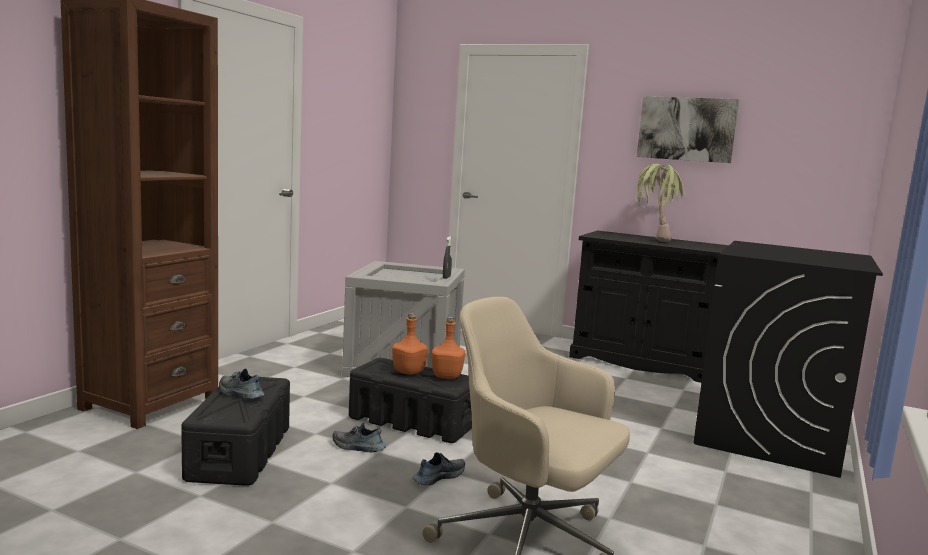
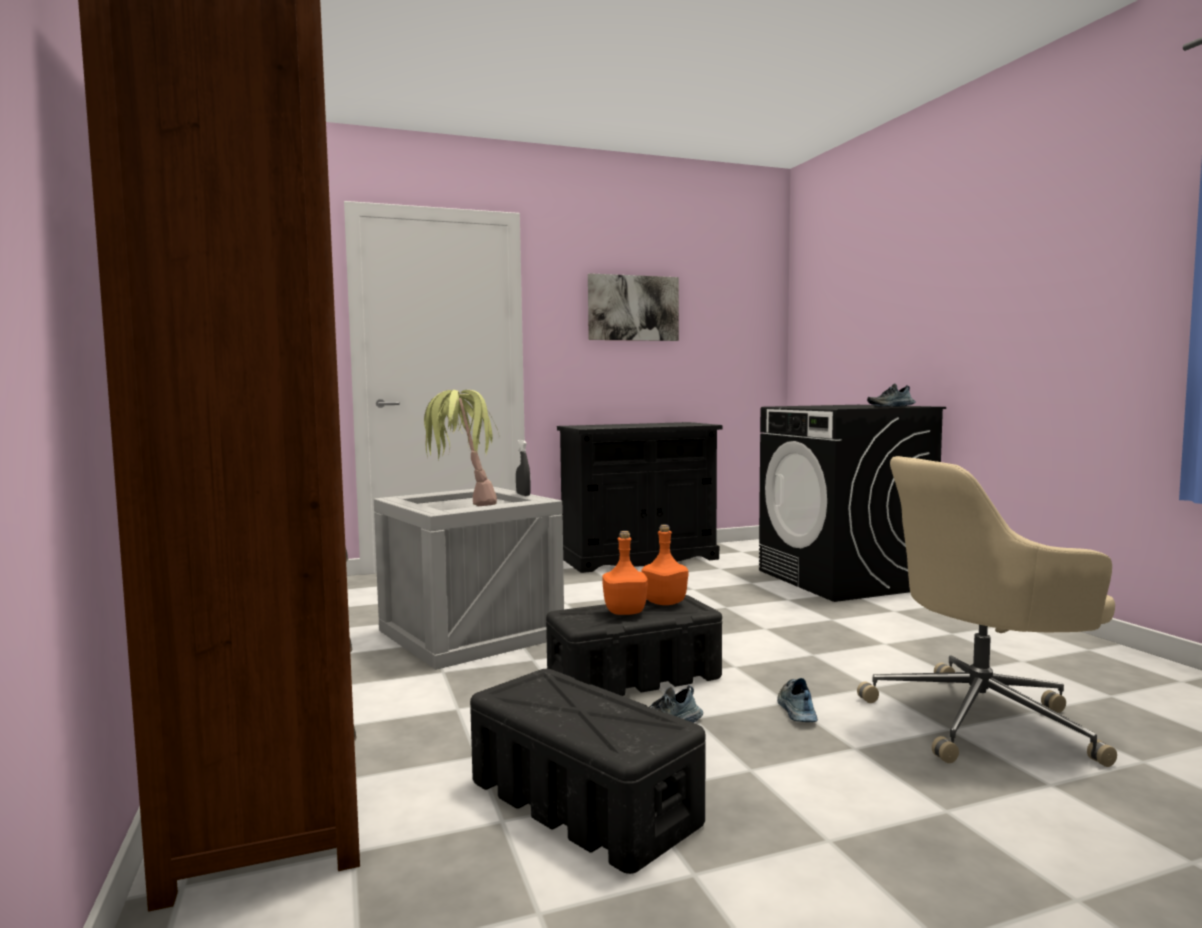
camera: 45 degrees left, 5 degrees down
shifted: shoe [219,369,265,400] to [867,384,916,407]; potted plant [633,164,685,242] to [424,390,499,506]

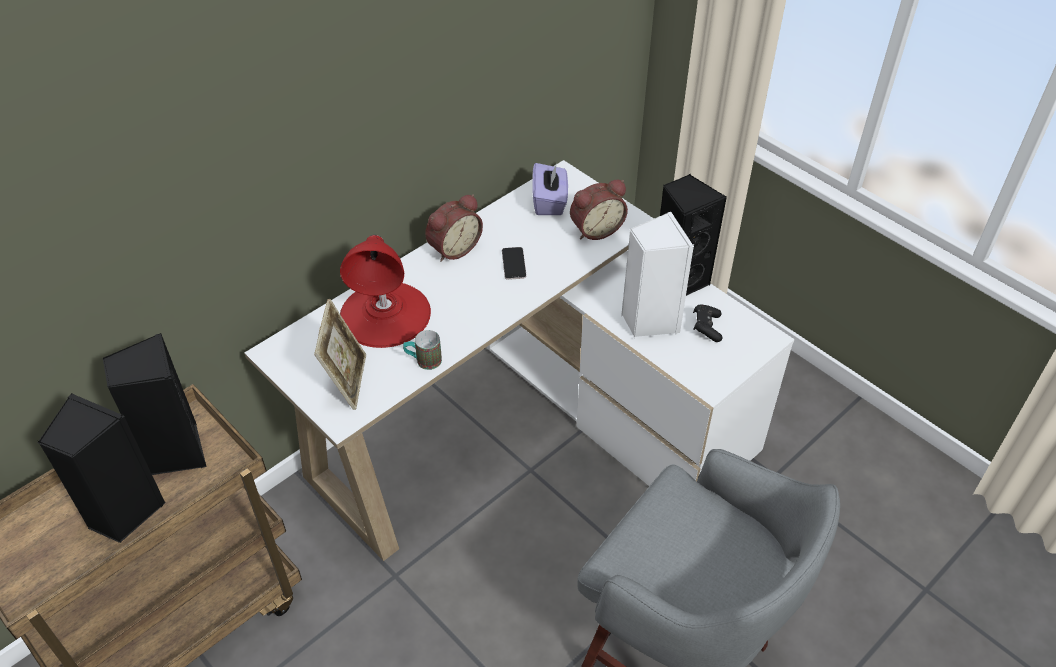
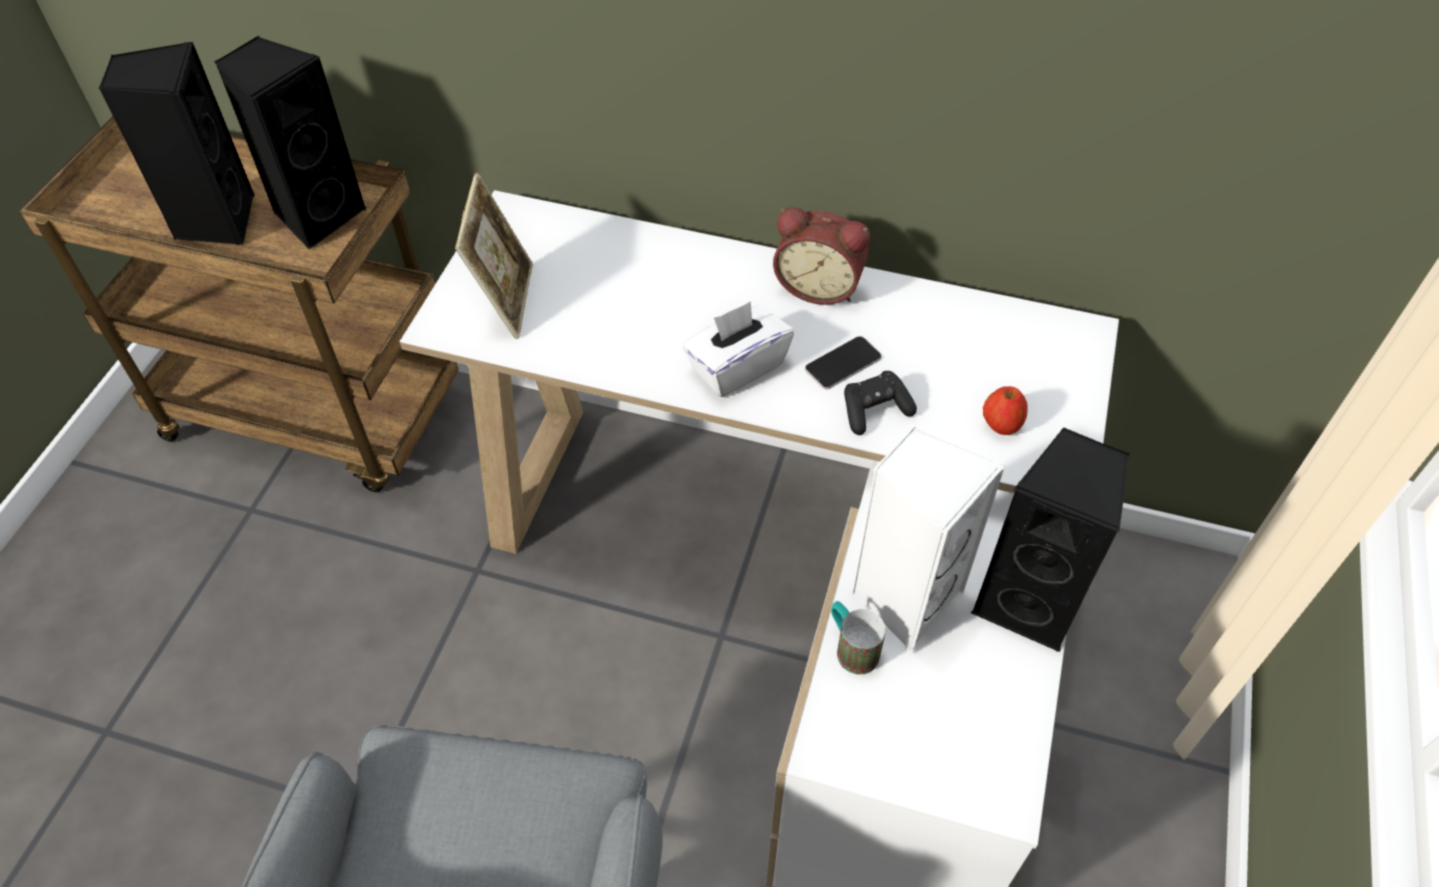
camera: 60 degrees right, 5 degrees up
gone: red table lamp [340,235,431,348]; purple tissue box [532,163,568,215]
new: white tissue box [683,301,794,397]
shifted: mug [403,330,442,370] to [831,601,886,675]; black game controller [693,304,722,342] to [844,371,917,435]
swapped: alarm clock [570,179,628,240] to apple [983,386,1027,435]
rotated: picture frame [314,299,366,410] = [455,173,533,339] 60 degrees counterclockwise

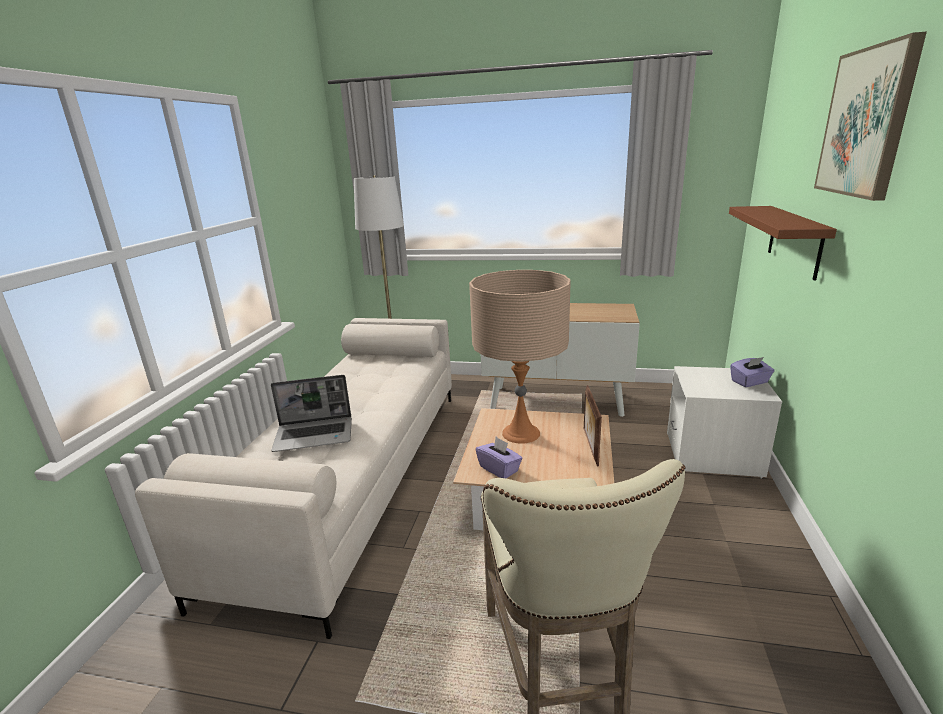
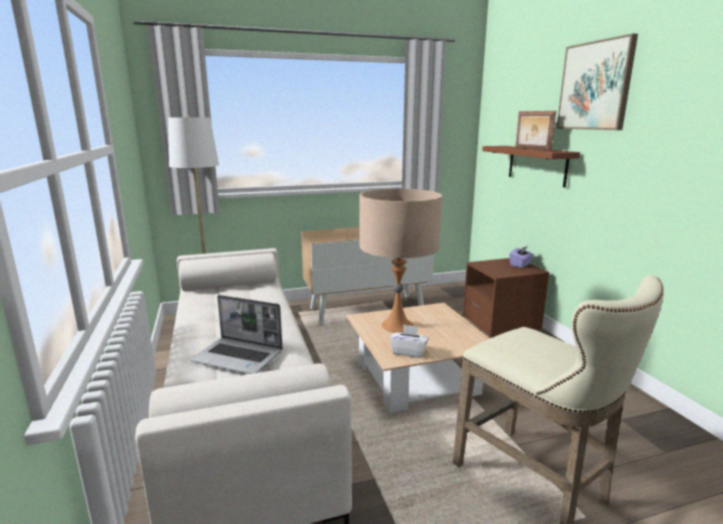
camera: 30 degrees left, 5 degrees down
shifted: picture frame [584,385,602,466] to [515,111,556,151]
repainted: purple tissue box [476,437,523,478] to white tissue box [390,325,429,358]; white nightstand [667,366,782,478] to brown nightstand [463,258,549,337]
rotated: laptop [271,375,352,452] = [190,295,283,374] 60 degrees clockwise

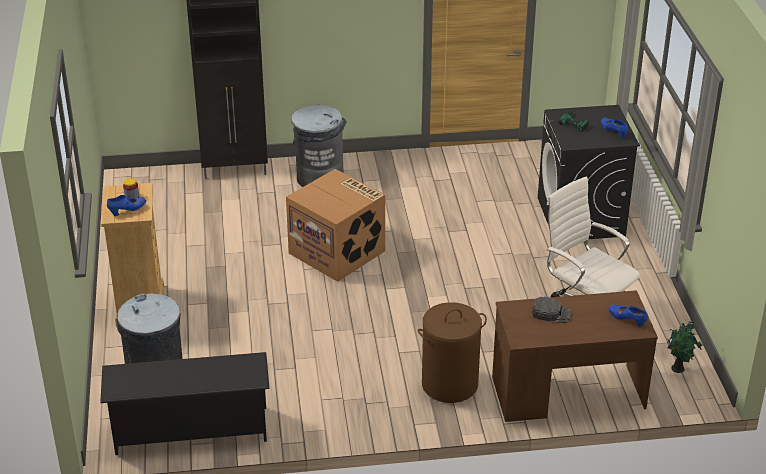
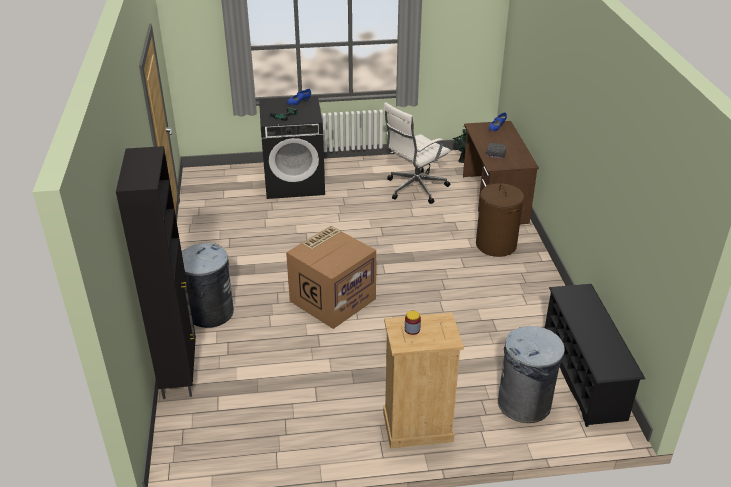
camera: 90 degrees left, 0 degrees up
gone: blue shoe [107,195,146,216]

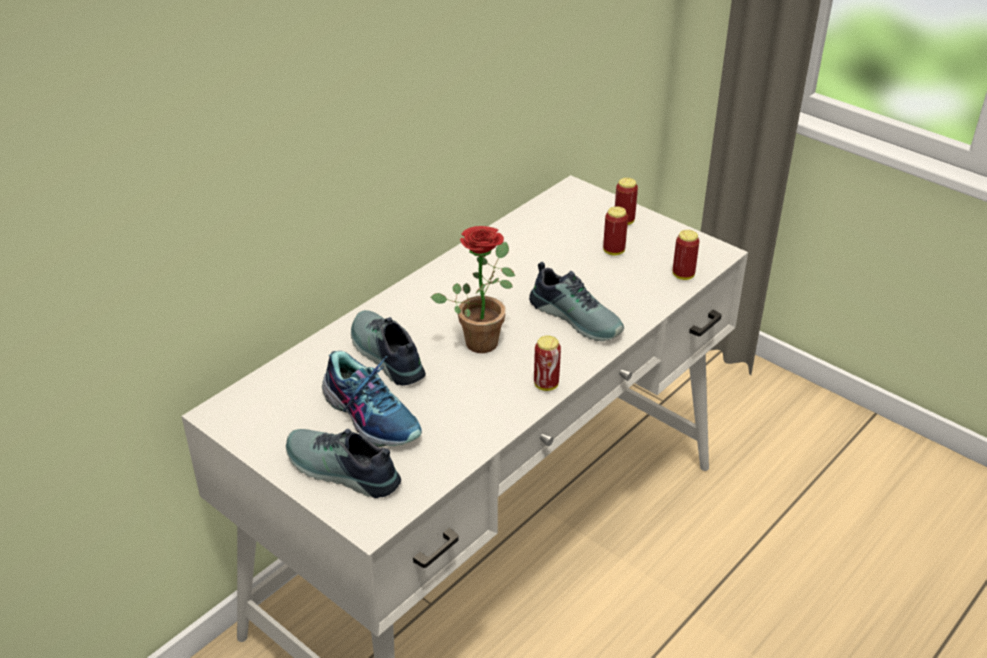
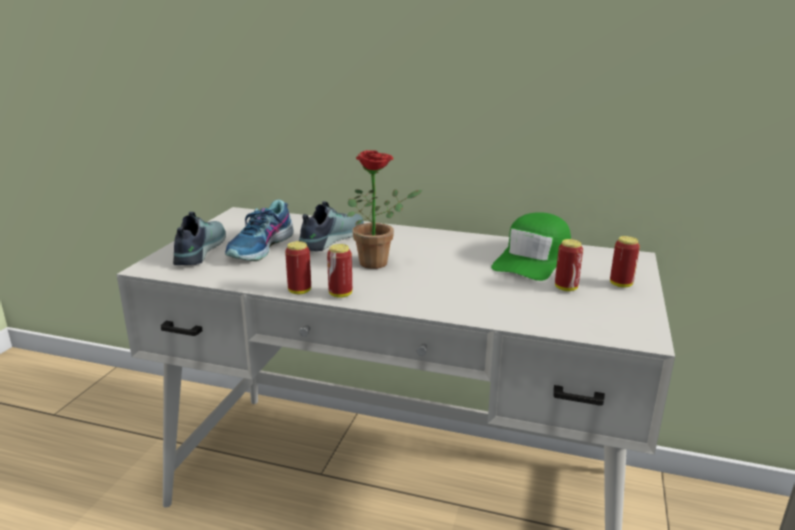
camera: 65 degrees right, 15 degrees down
gone: shoe [529,262,624,341]
new: green cap [491,212,571,281]
shifted: can [673,230,700,280] to [285,241,311,294]

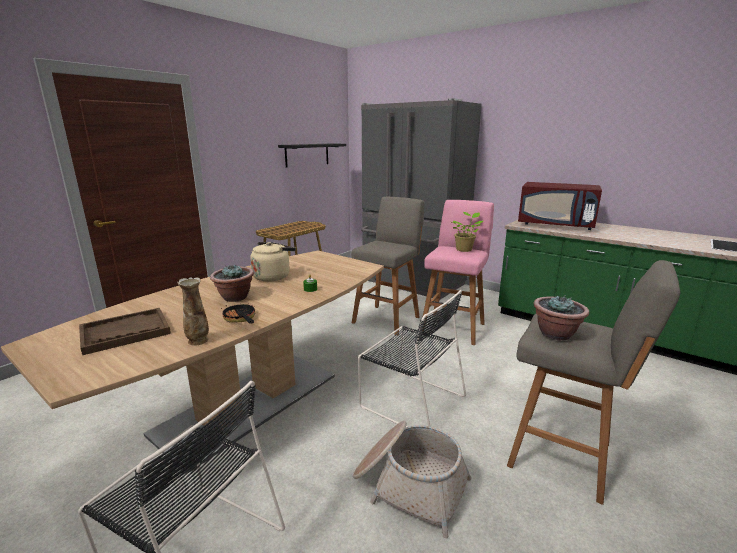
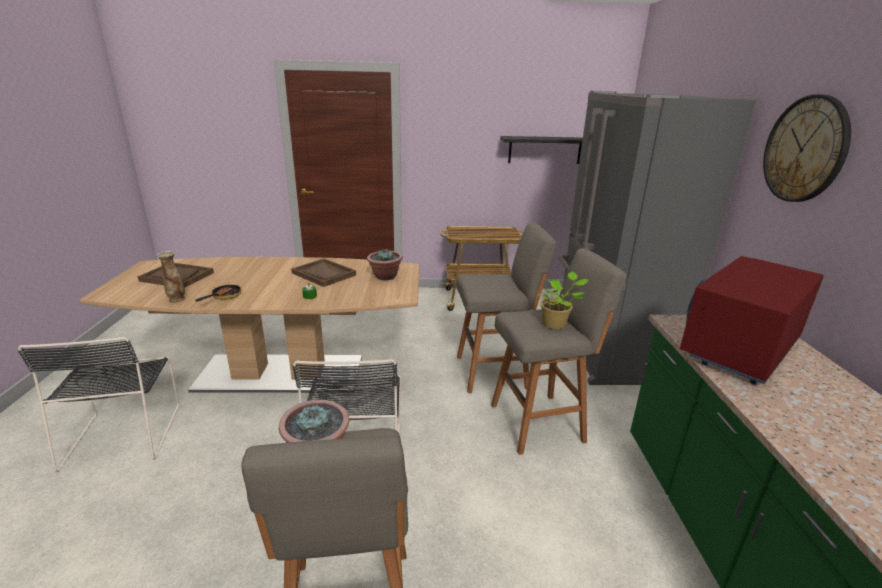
camera: 50 degrees right, 5 degrees up
gone: basket [353,421,471,538]
new: wall clock [763,94,851,202]
shifted: potted plant [210,265,254,302] to [367,248,403,280]
swapped: beige kettle [250,242,296,282] to brown tray [291,259,356,287]
repainted: pink stool [423,200,494,345] to grey stool [491,248,627,455]
rotated: red microwave [518,182,602,230] = [680,256,824,384] 60 degrees clockwise

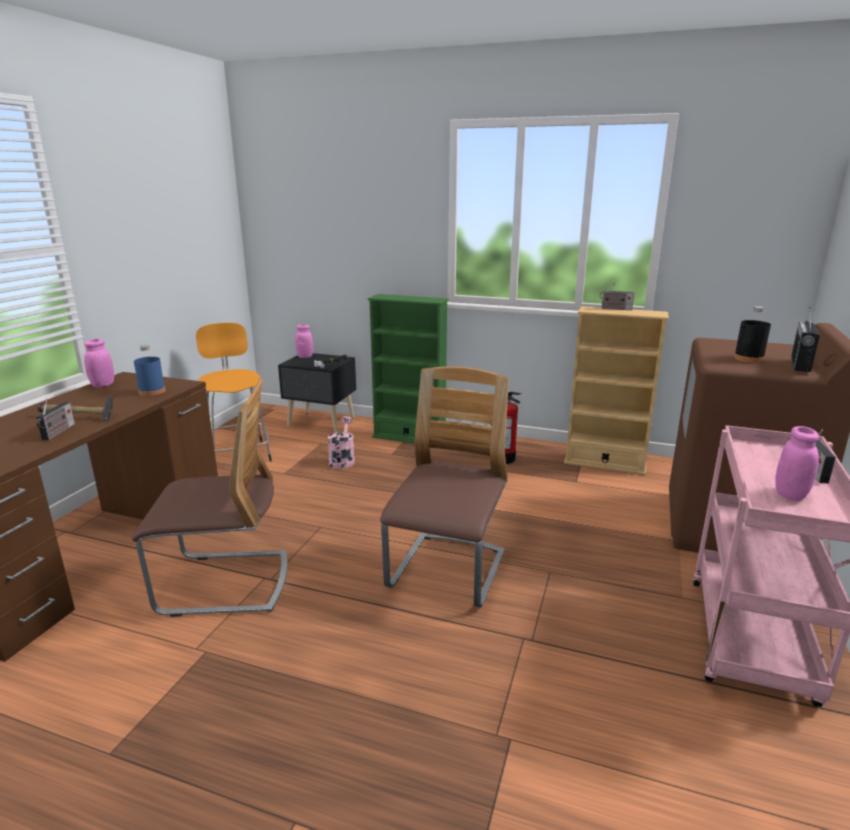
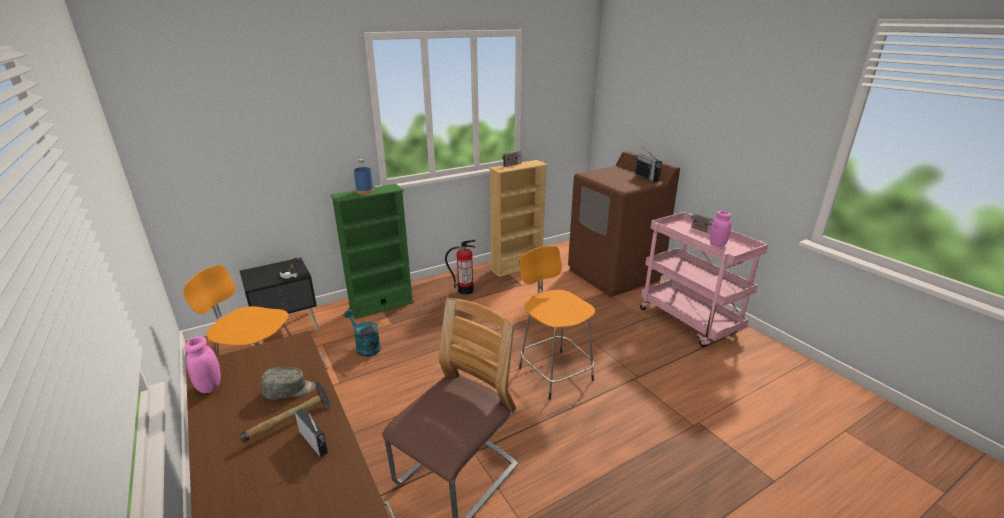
camera: 50 degrees left, 5 degrees up
gone: pink jar [295,324,313,358]; black bottle [734,306,771,363]
new: grey cap [261,367,316,399]
shifted: blue bottle [134,345,166,396] to [354,159,374,194]
swapped: chair [380,367,509,608] to orange stool [519,246,595,400]
repainted: pink watering can [328,416,355,469] to turquoise watering can [343,309,381,357]

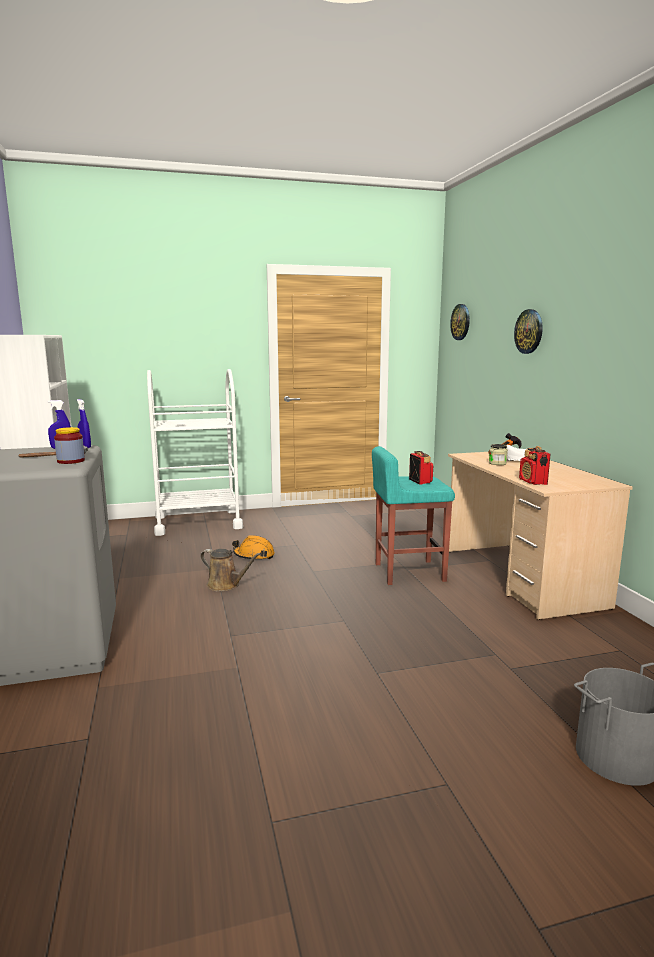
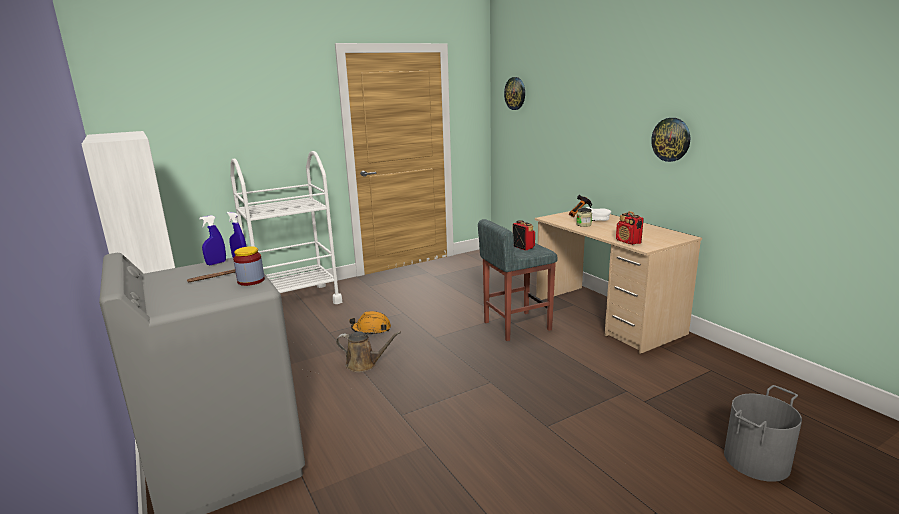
camera: 15 degrees left, 5 degrees up
shifted: wall clock [514,309,543,354] to [651,118,690,162]
repainted: turquoise stool [372,446,455,585] to grey stool [478,219,558,341]

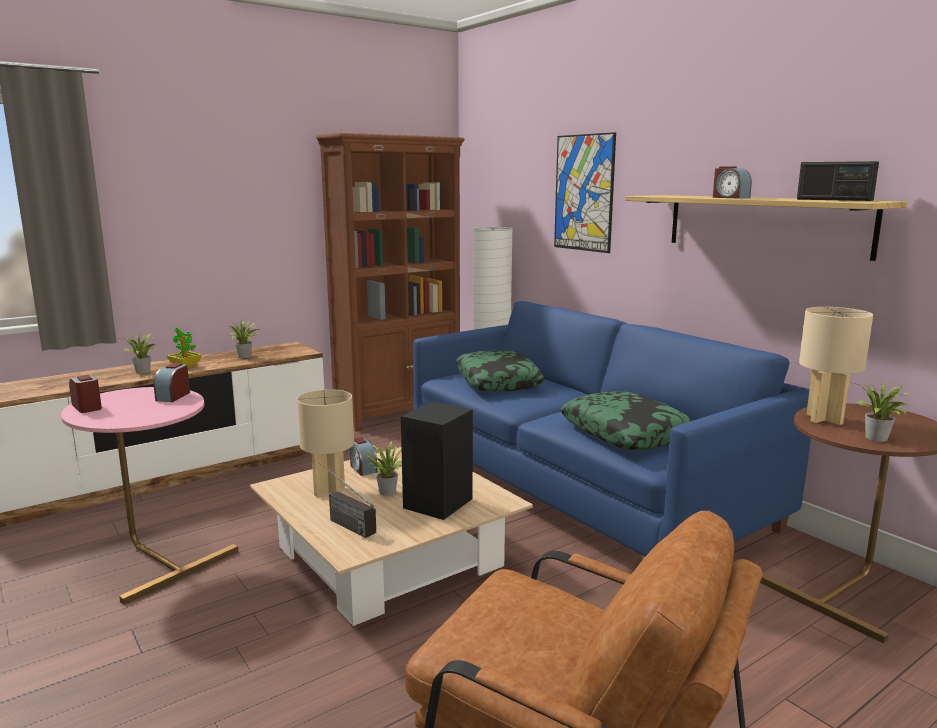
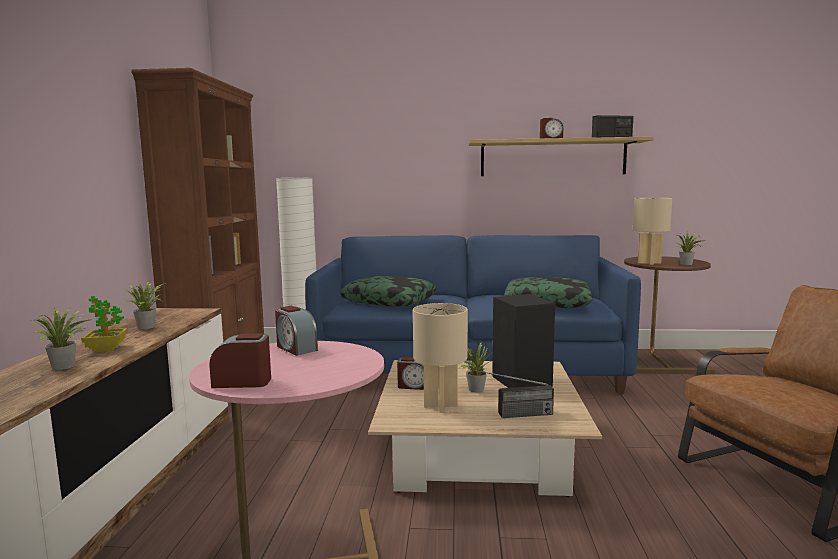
camera: 50 degrees left, 5 degrees down
gone: picture [554,132,616,253]

